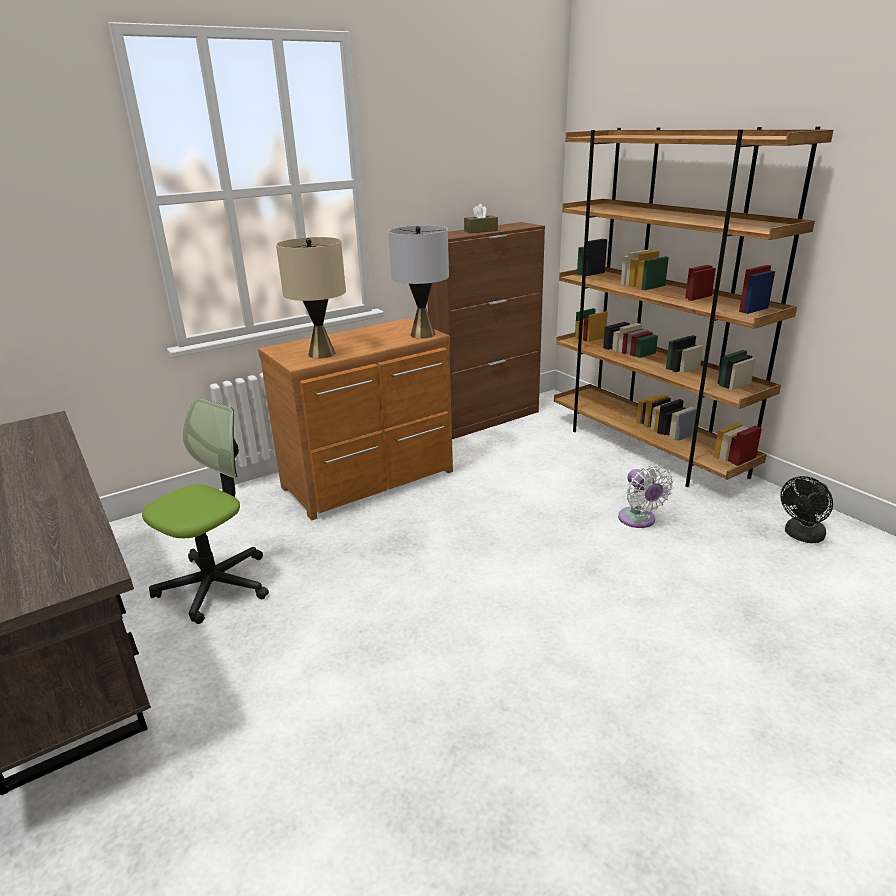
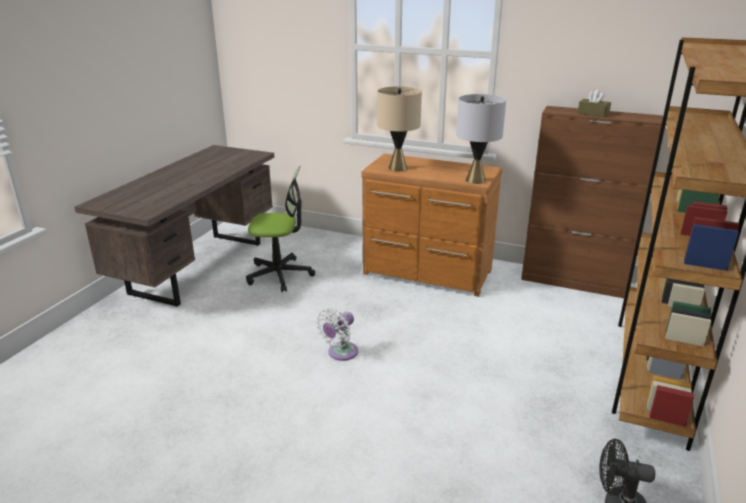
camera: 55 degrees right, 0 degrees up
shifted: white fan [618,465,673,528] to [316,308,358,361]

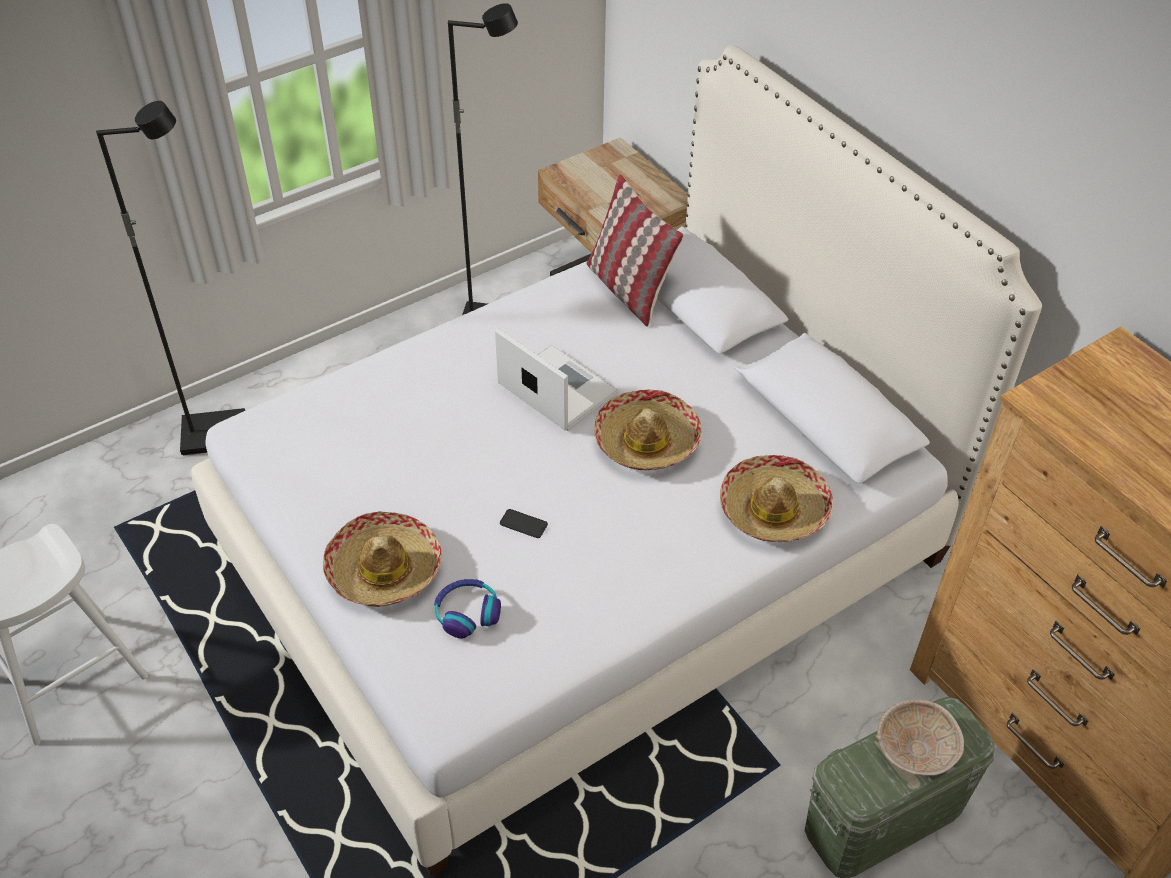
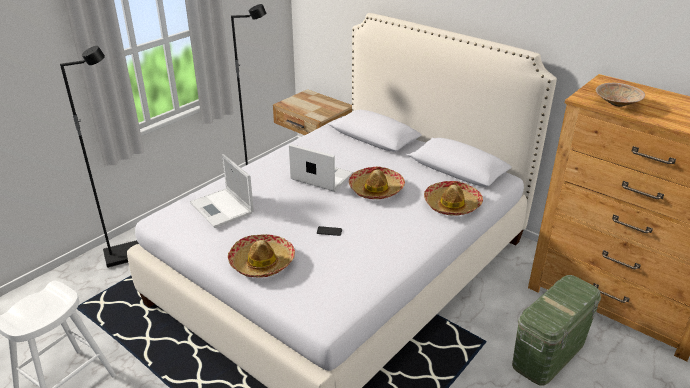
camera: 15 degrees left, 15 degrees down
gone: headphones [434,579,501,639]; pillow [587,174,684,326]
new: laptop [190,154,254,228]
shifted: beige bowl [877,700,964,776] to [596,83,645,107]

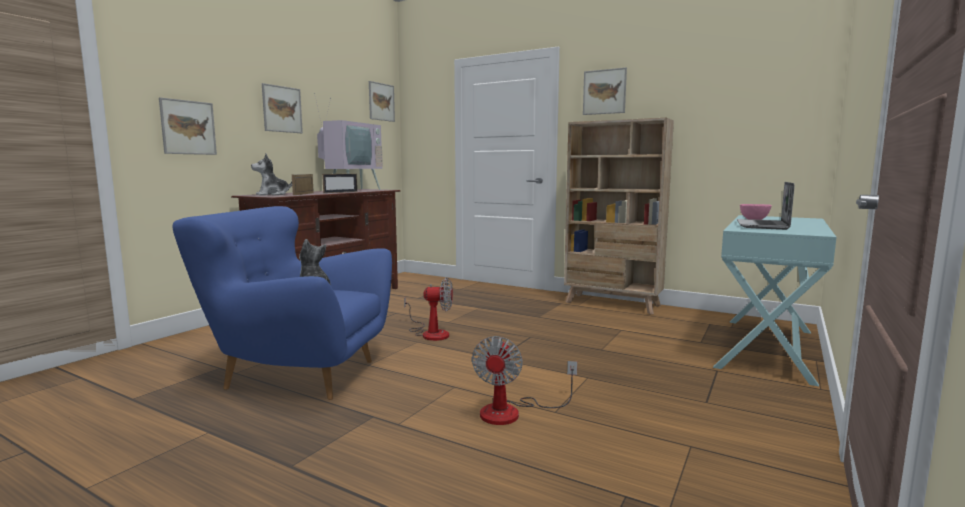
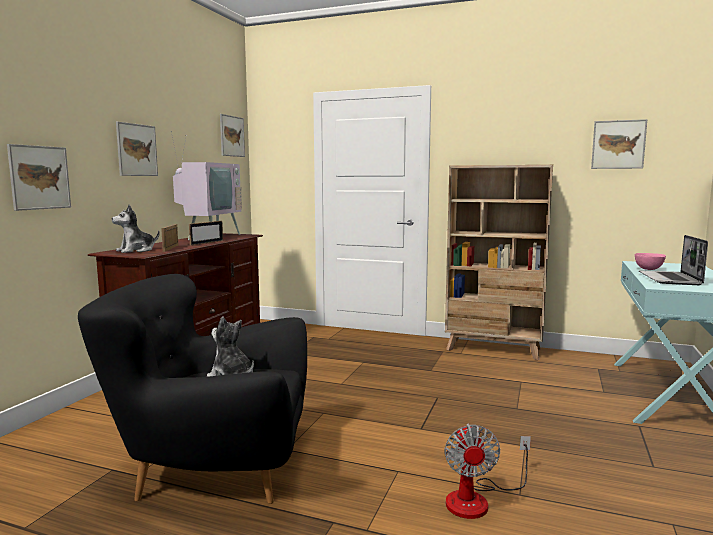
camera: 10 degrees left, 0 degrees up
gone: fan [404,278,453,341]
shifted: picture [583,67,627,115] to [591,119,647,169]
repainted: blue armchair [172,206,392,400] to black armchair [78,274,307,504]

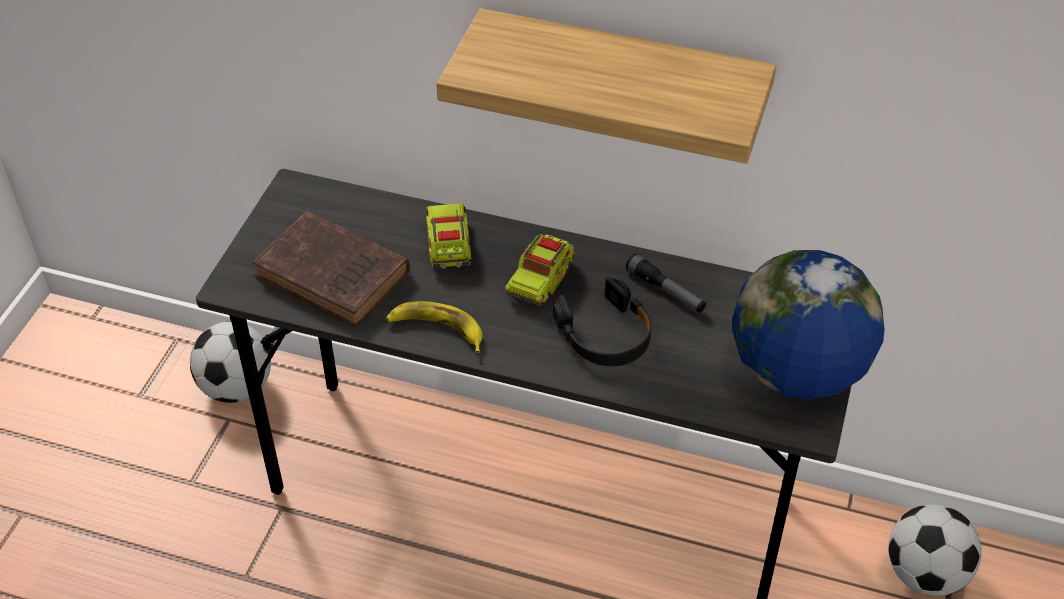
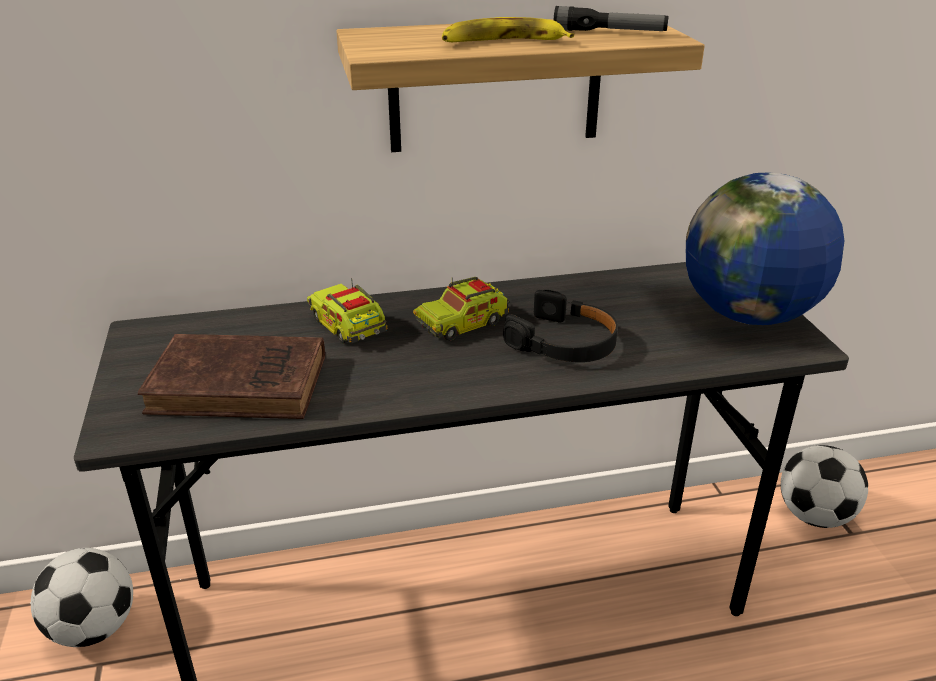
camera: 30 degrees left, 15 degrees down
shifted: banana [386,301,483,353] to [442,17,574,42]; flashlight [626,253,706,313] to [554,6,669,31]
rotated: toy truck [505,234,575,306] = [413,277,510,341] 60 degrees clockwise

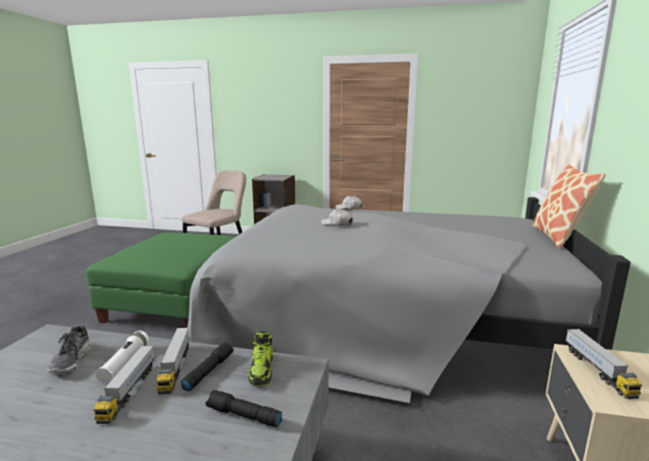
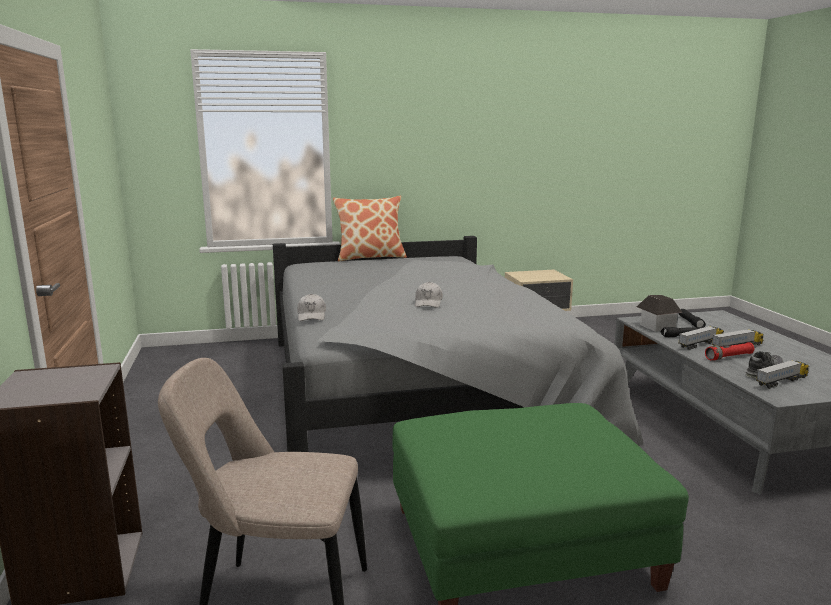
camera: 115 degrees left, 0 degrees up
shifted: toy truck [566,329,642,399] to [756,360,809,389]
swapped: shoe [248,331,273,386] to toy house [637,295,683,332]
repainted: white flashlight [95,331,149,383] to red flashlight [705,342,754,360]

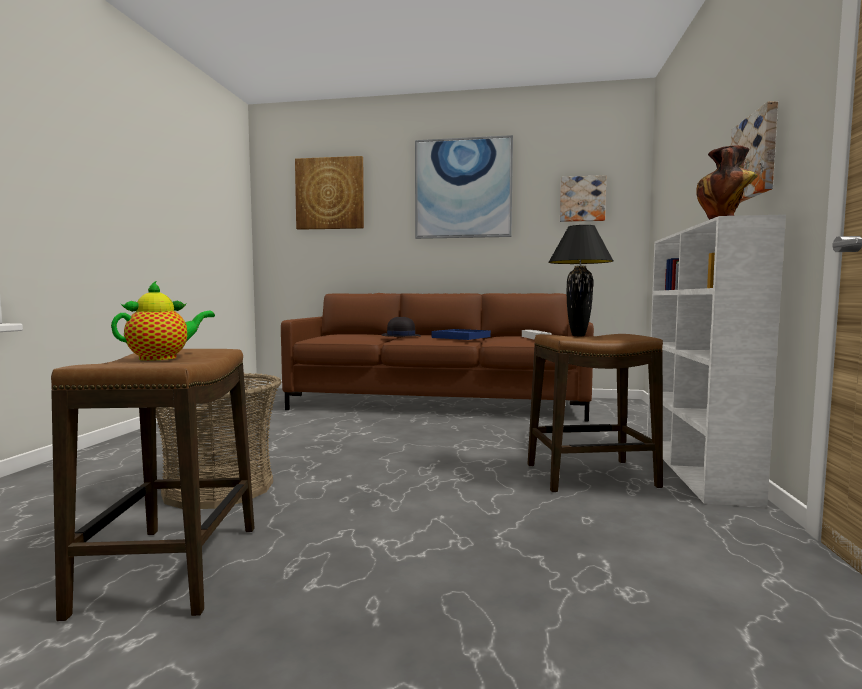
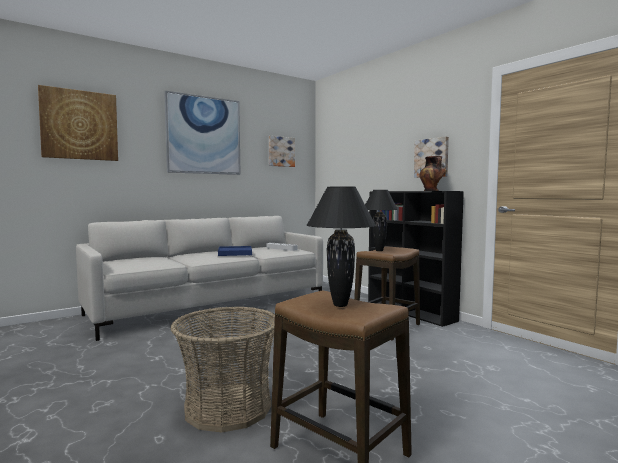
camera: 45 degrees left, 0 degrees up
gone: black hat [382,317,421,337]
swapped: teapot [111,280,215,361] to black table lamp [307,187,376,307]
repainted: brown sofa [281,293,594,422] to grey sofa [76,216,323,341]; white bookcase [647,214,786,507] to black bookcase [368,191,464,327]

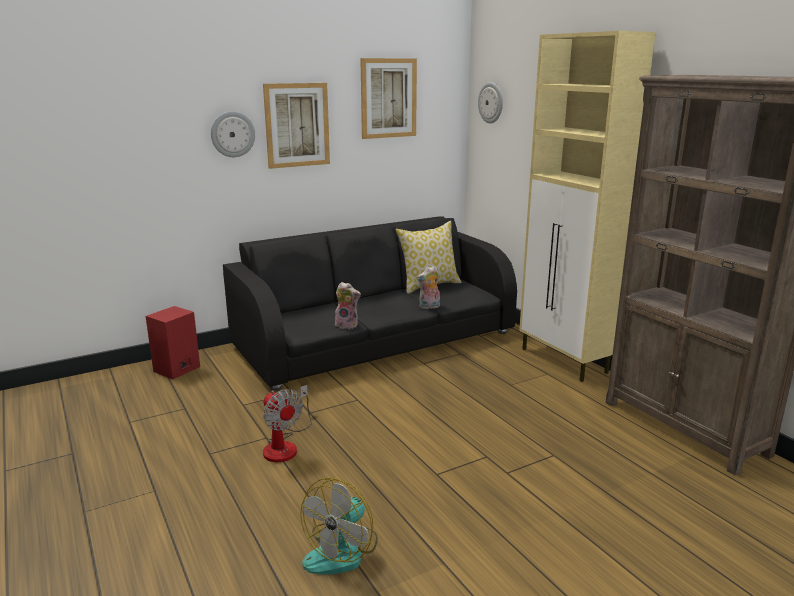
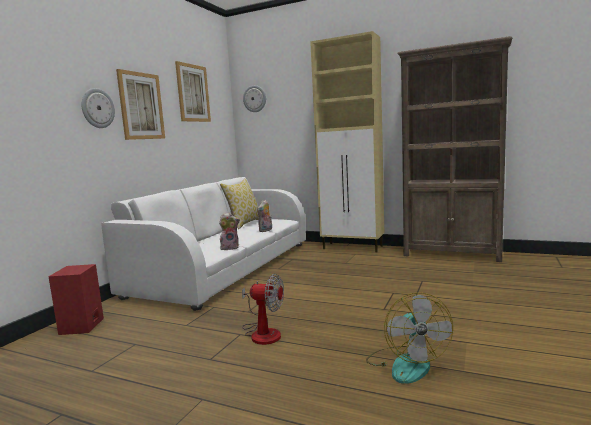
camera: 35 degrees left, 10 degrees down
repainted: black sofa [223,216,517,391] to white sofa [101,177,306,311]

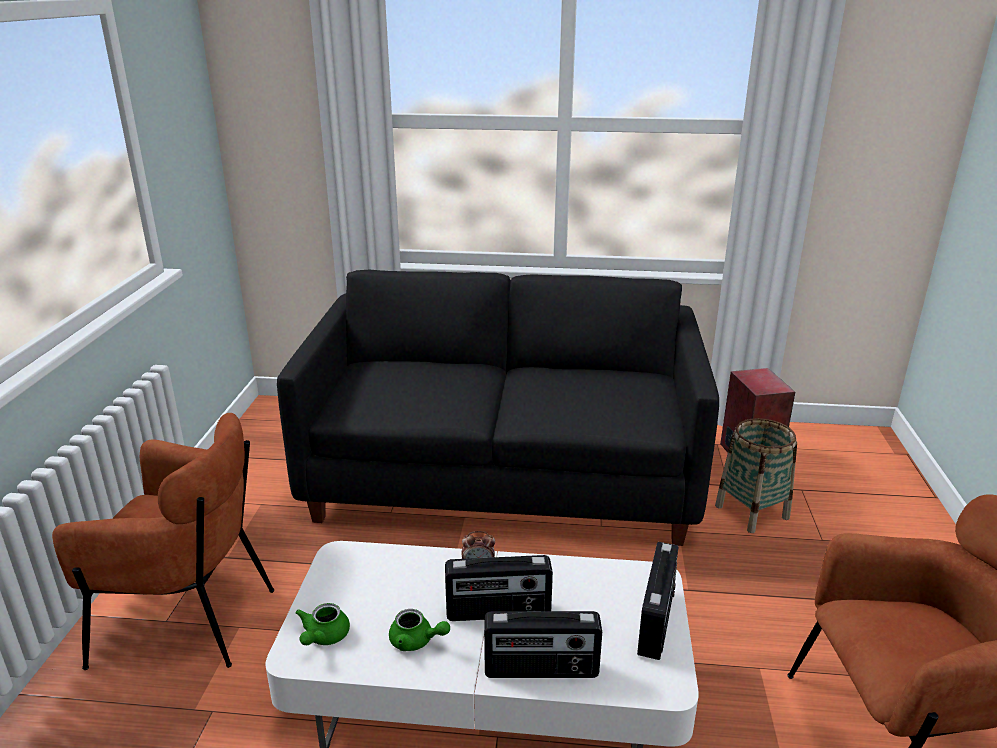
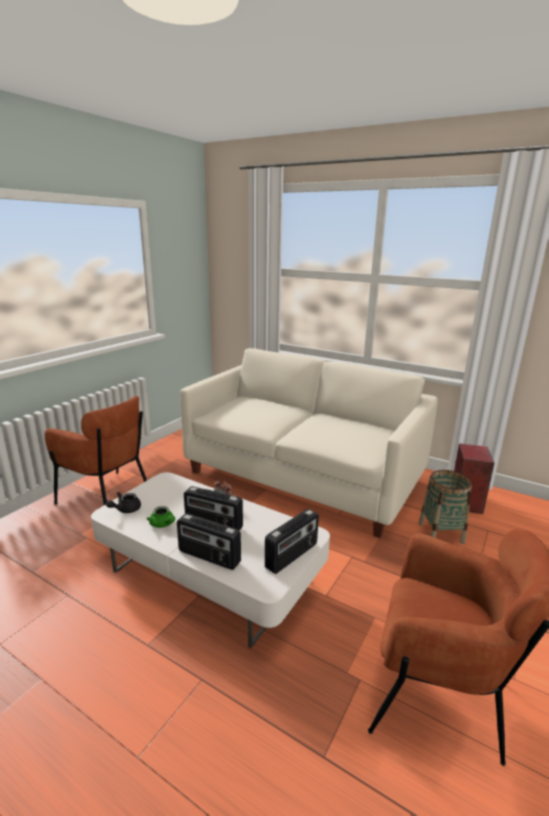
camera: 25 degrees right, 5 degrees down
repainted: black sofa [277,270,719,546] to white sofa [180,348,438,538]; green teapot [295,603,350,645] to black teapot [106,492,141,513]

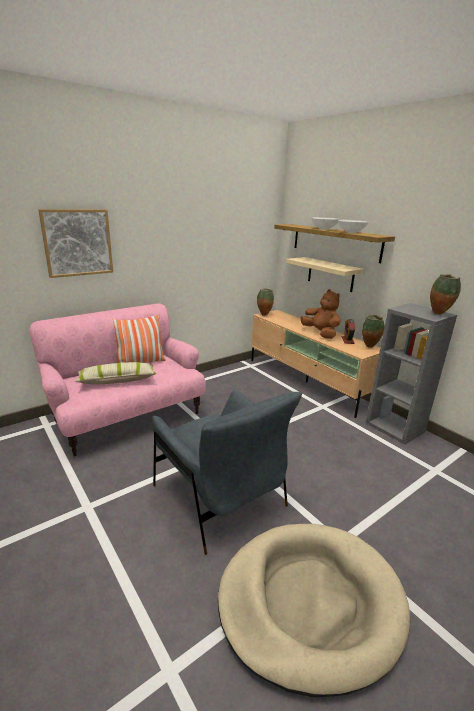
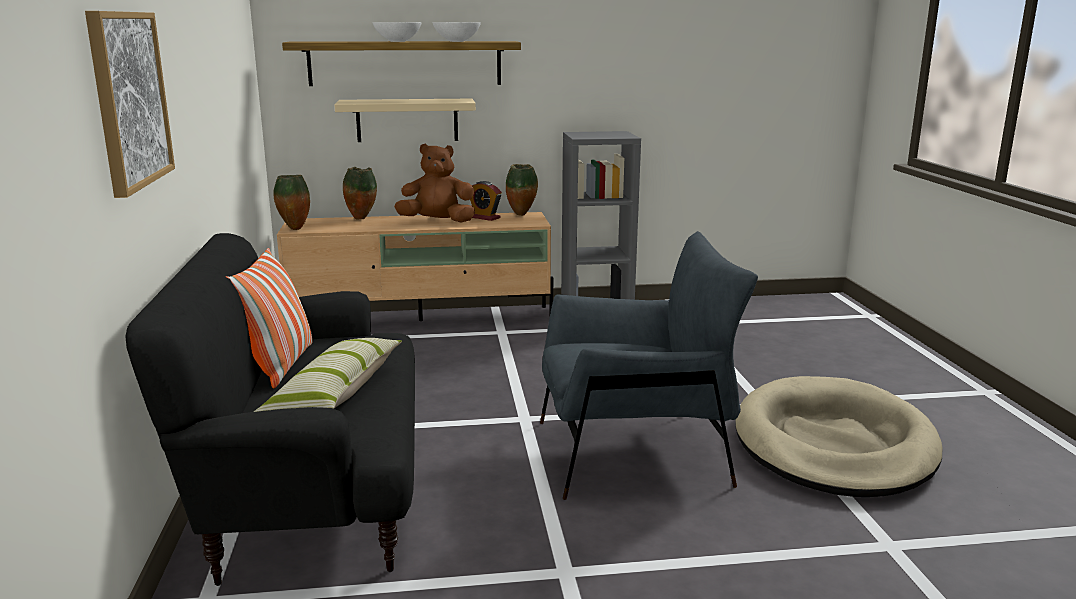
camera: 60 degrees left, 5 degrees down
shifted: vase [430,274,461,315] to [343,167,377,219]
repainted: pink sofa [29,303,206,457] to black sofa [125,233,415,586]

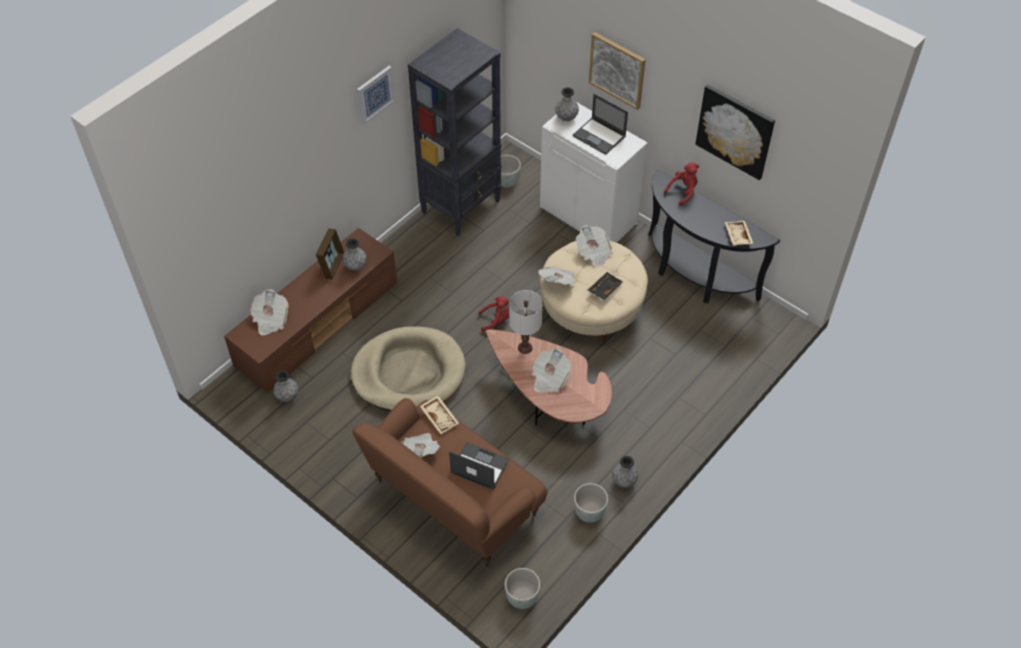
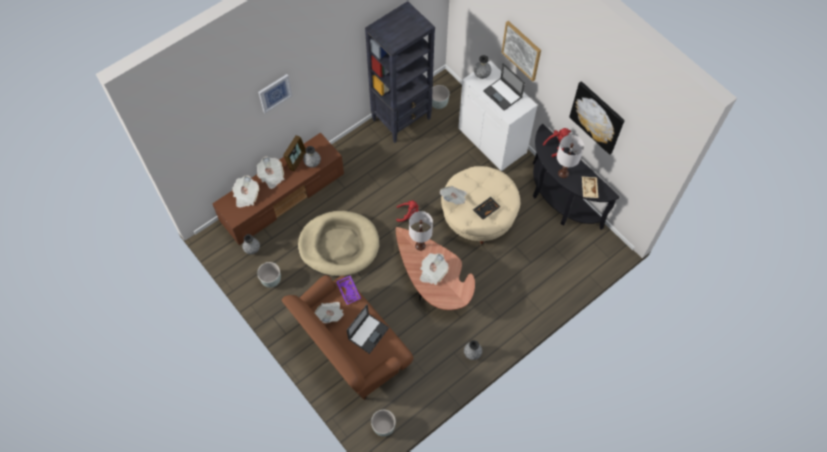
camera: 10 degrees right, 10 degrees up
new: white table lamp [557,135,584,178]
shifted: picture [357,66,395,125] to [258,74,292,113]; grey planter [574,483,608,523] to [257,262,281,288]; newspaper [576,225,613,267] to [257,156,284,189]
repainted: beige tray [420,396,459,434] to purple tray [336,276,361,305]
rotated: laptop [449,442,510,490] = [347,304,389,354] 90 degrees clockwise

